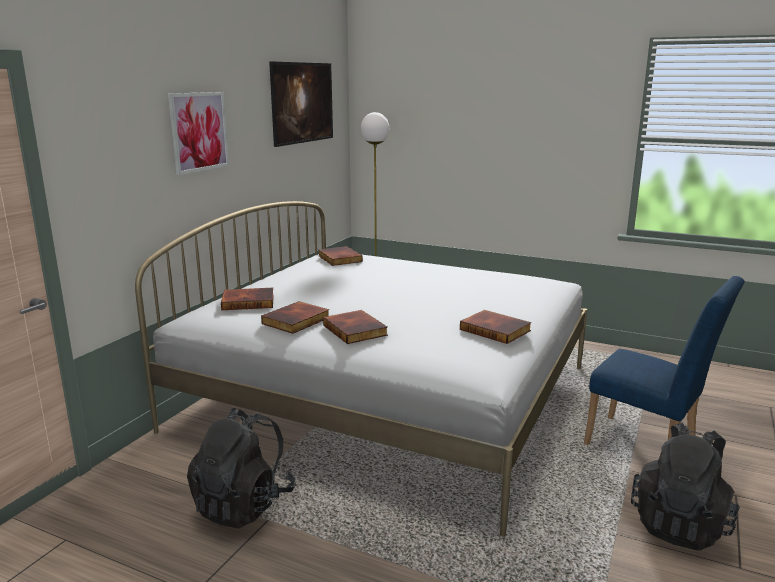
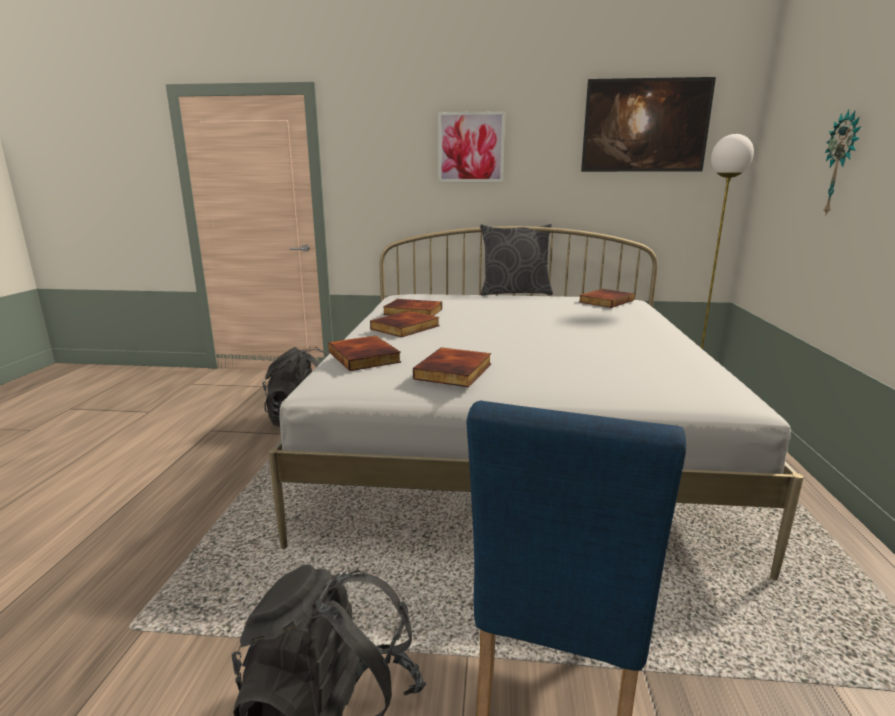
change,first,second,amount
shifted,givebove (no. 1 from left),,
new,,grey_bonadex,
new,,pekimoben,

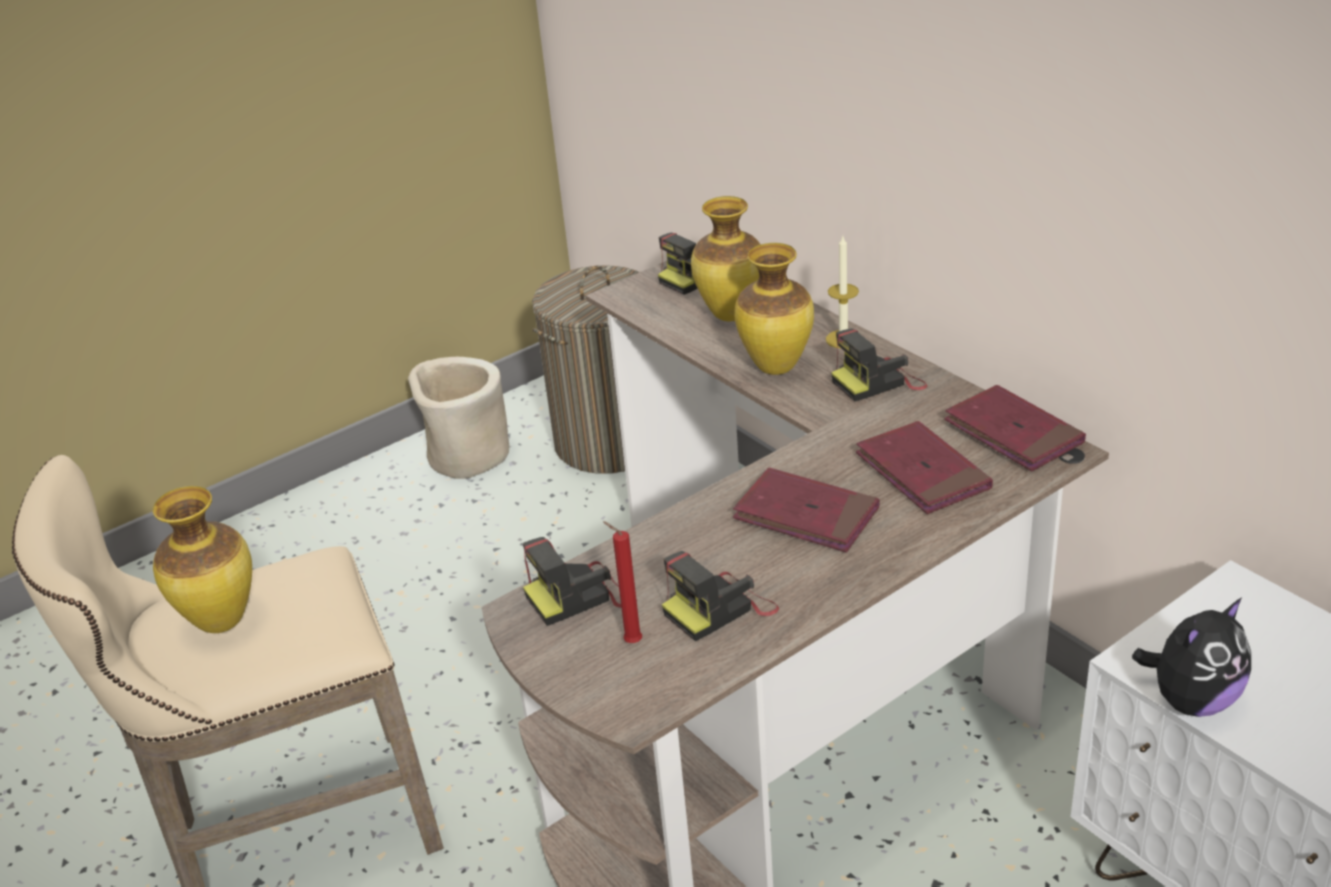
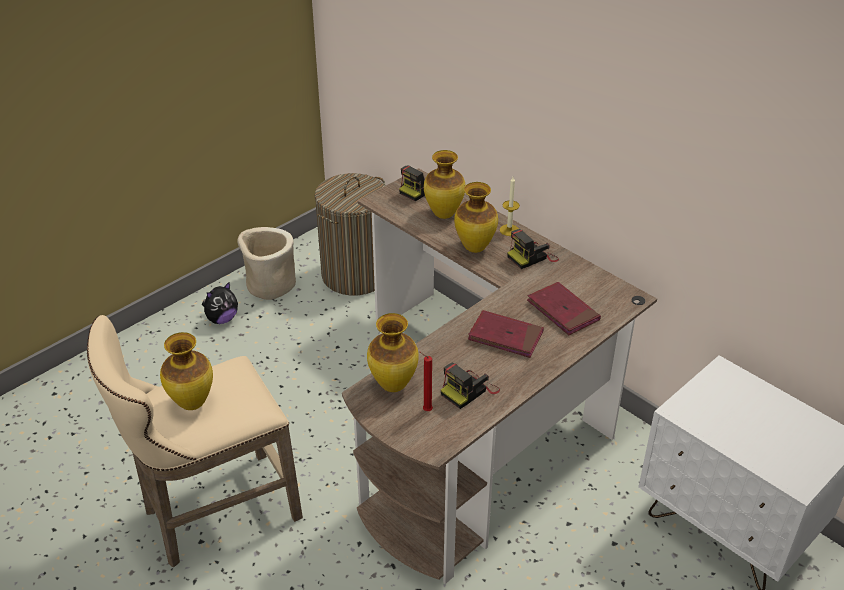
change,first,second,amount
shifted,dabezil,,
swapped,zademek (no. 1 from left),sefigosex (no. 2 from left),
gone,red_givebove (no. 3 from left),,

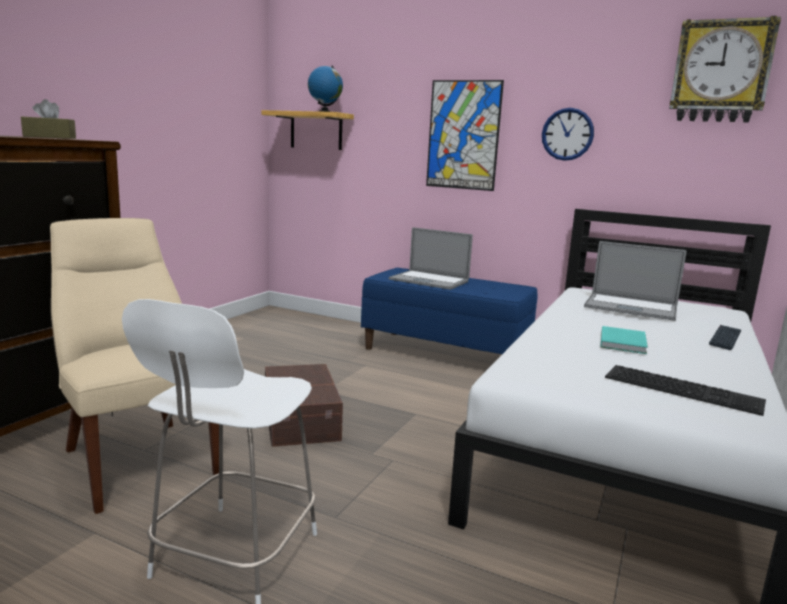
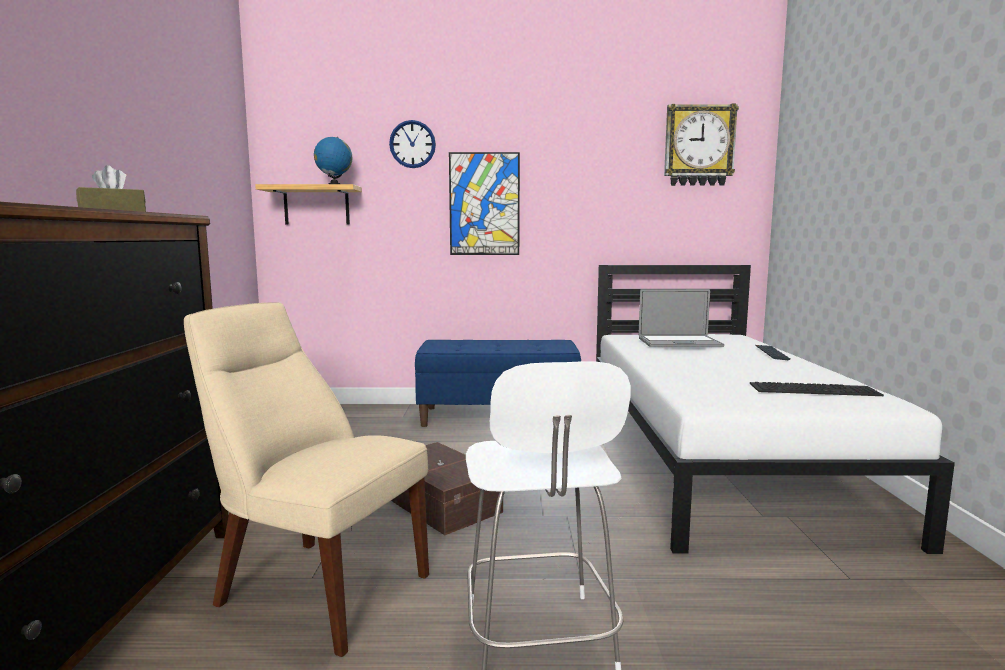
change,first,second,amount
shifted,pekimoben (no. 1 from left),,
gone,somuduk (no. 1 from left),,
gone,turquoise_givebove,,

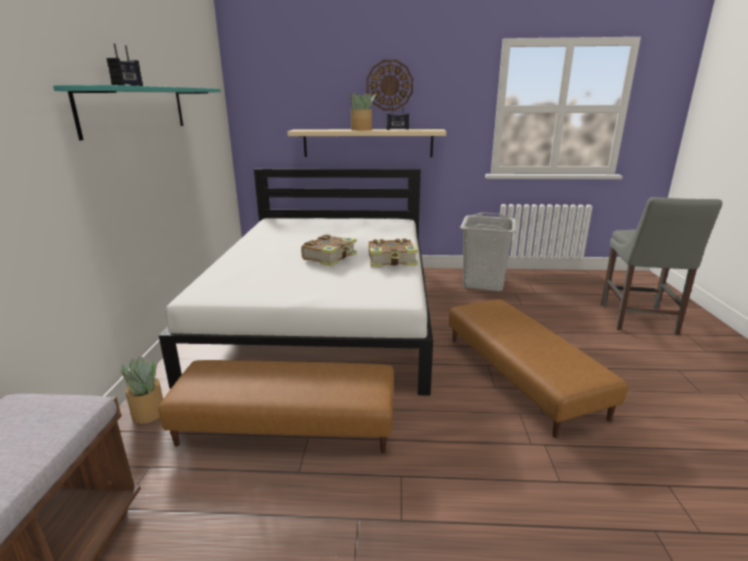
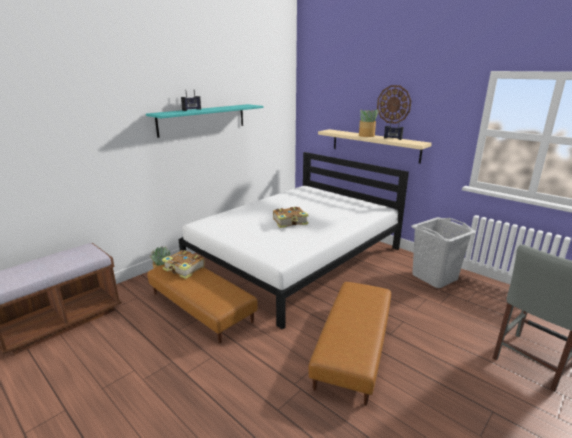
change,first,second,amount
shifted,givebove (no. 2 from left in the first image),givebove (no. 1 from left),

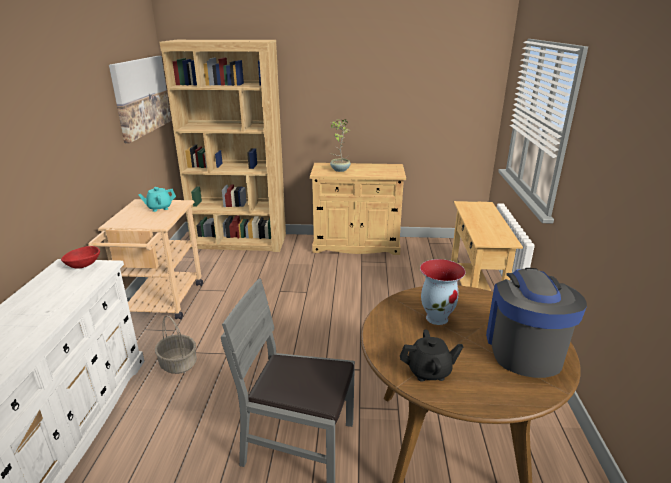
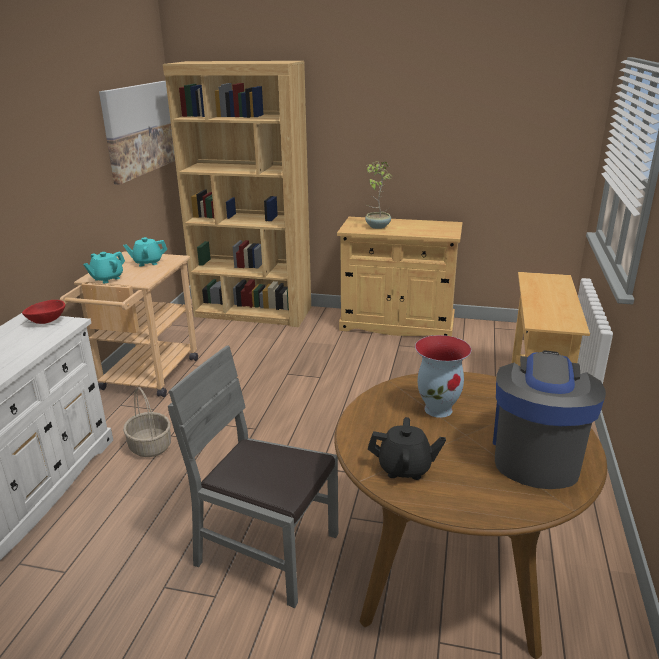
change,first,second,amount
new,,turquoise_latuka (no. 1 from left),

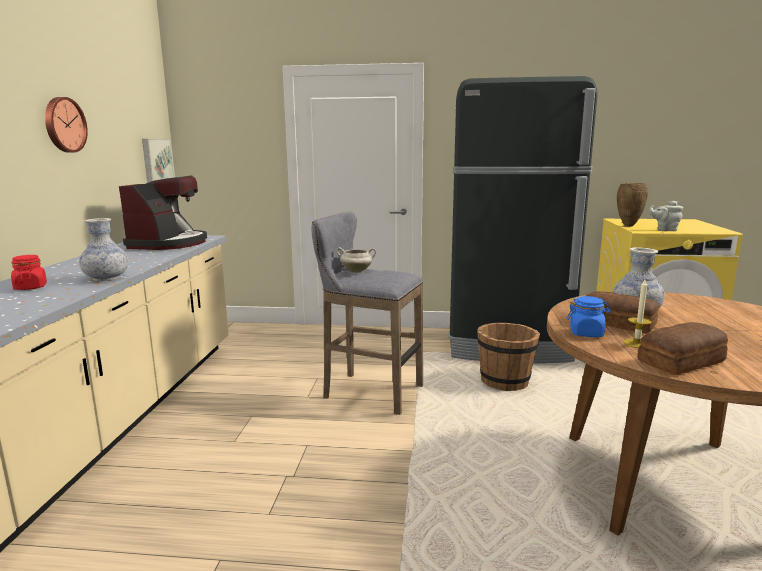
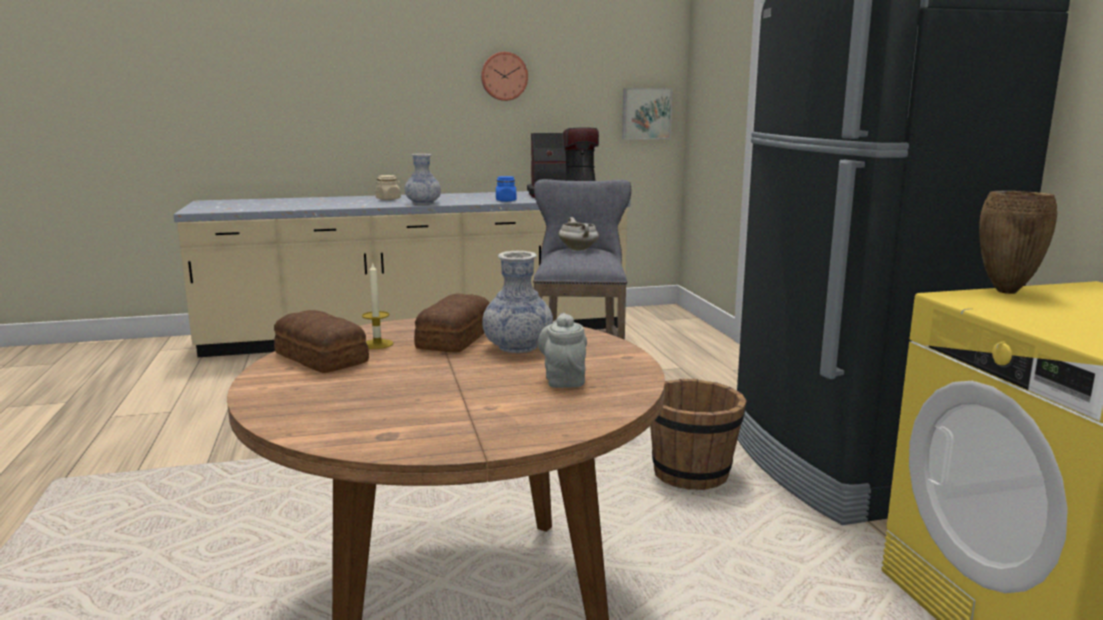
change,first,second,amount
repainted,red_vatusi,beige_vatusi,
shifted,blue_vatusi,,
shifted,grey_latuka,,

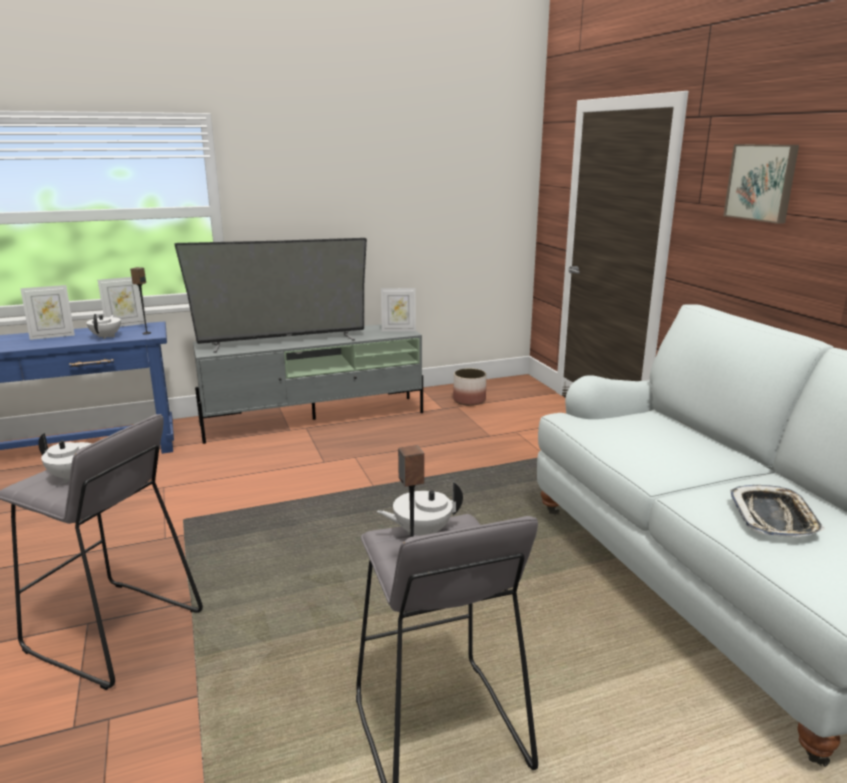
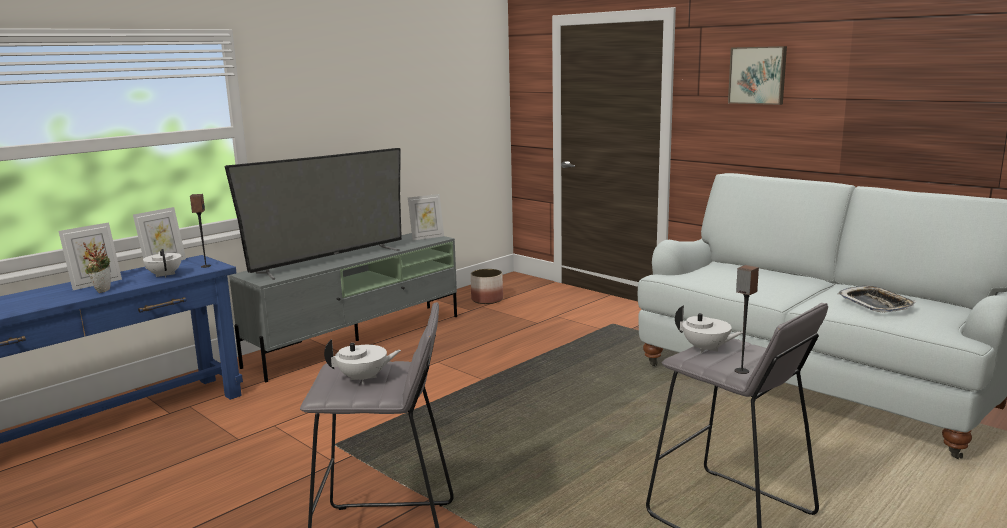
change,first,second,amount
new,,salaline,
rotated,white_latuka (no. 3 from left),,105 degrees counterclockwise

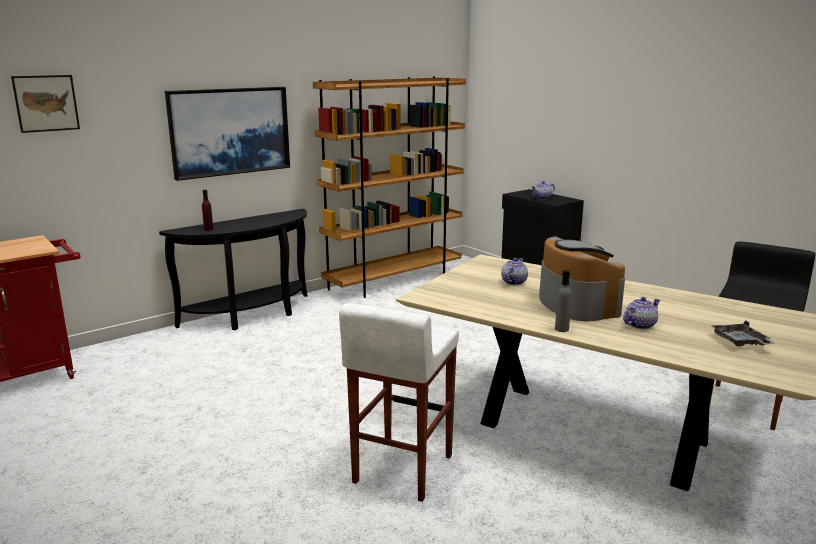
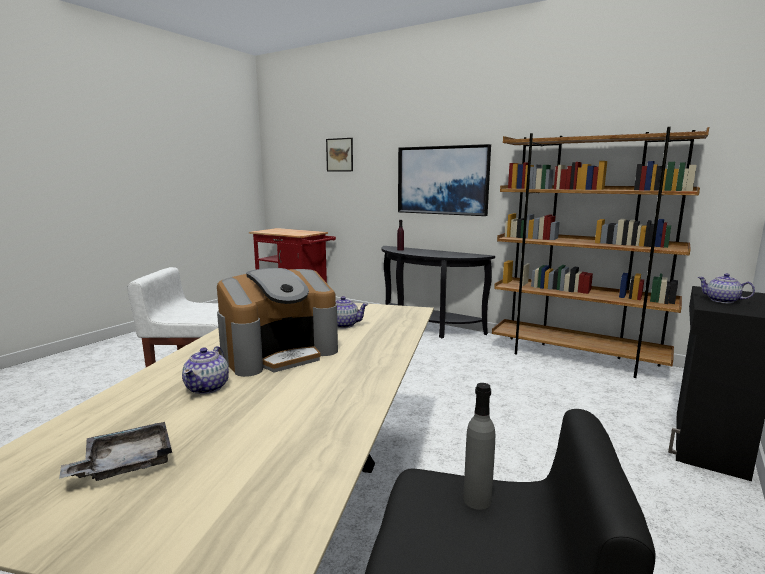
change,first,second,amount
rotated,latuka (no. 3 from left in the first image),latuka (no. 1 from left),60 degrees clockwise
shifted,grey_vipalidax,,

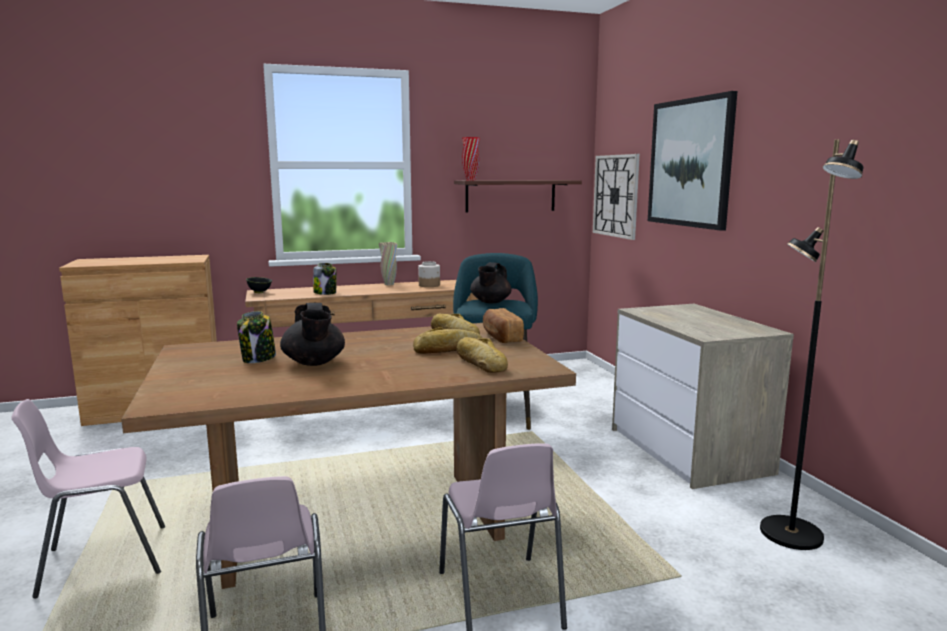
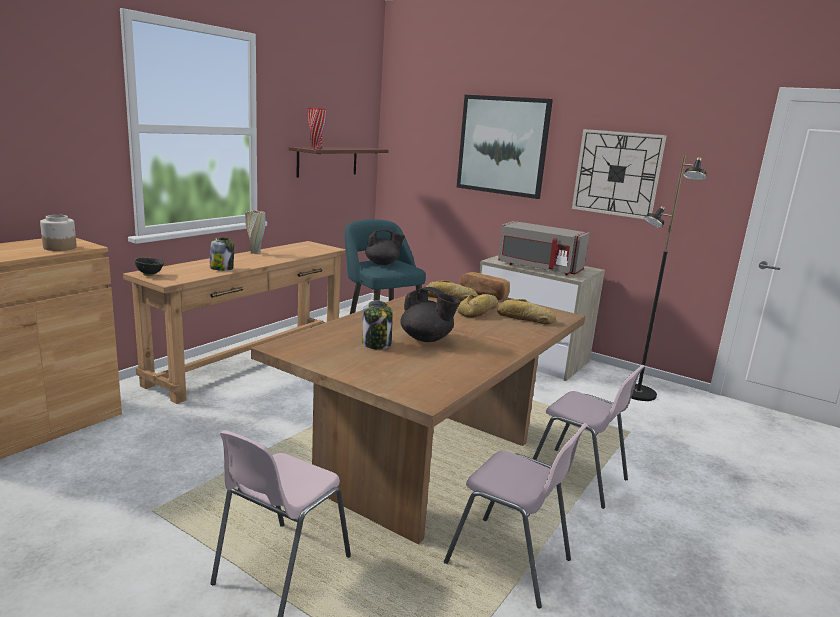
change,first,second,amount
shifted,vatusi (no. 3 from left in the first image),vatusi (no. 1 from left),
rotated,black_latuka (no. 2 from left in the first image),black_latuka (no. 1 from left),75 degrees counterclockwise
new,,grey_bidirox,
shifted,pekimoben,,

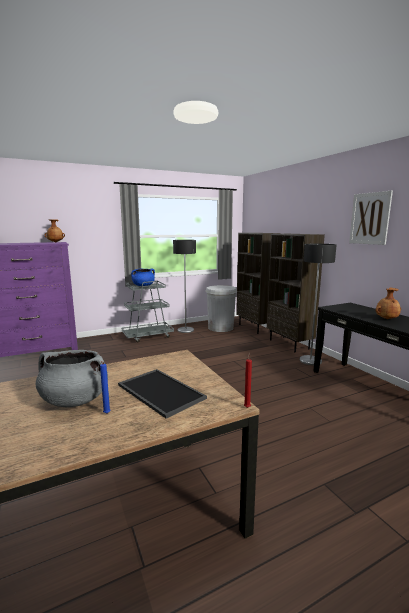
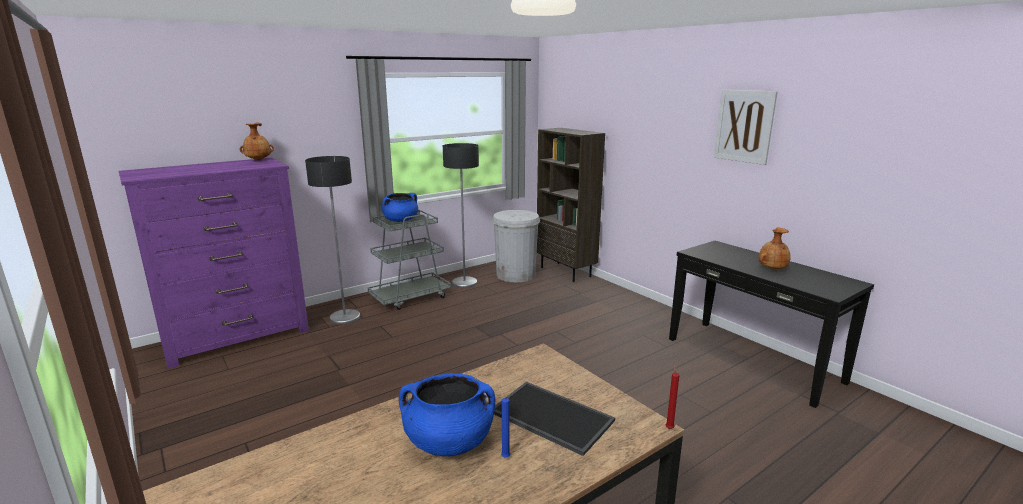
change,first,second,amount
shifted,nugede (no. 2 from left in the first image),nugede (no. 1 from left),
repainted,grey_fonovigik,blue_fonovigik (no. 2 from left),
gone,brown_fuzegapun (no. 2 from left),,

